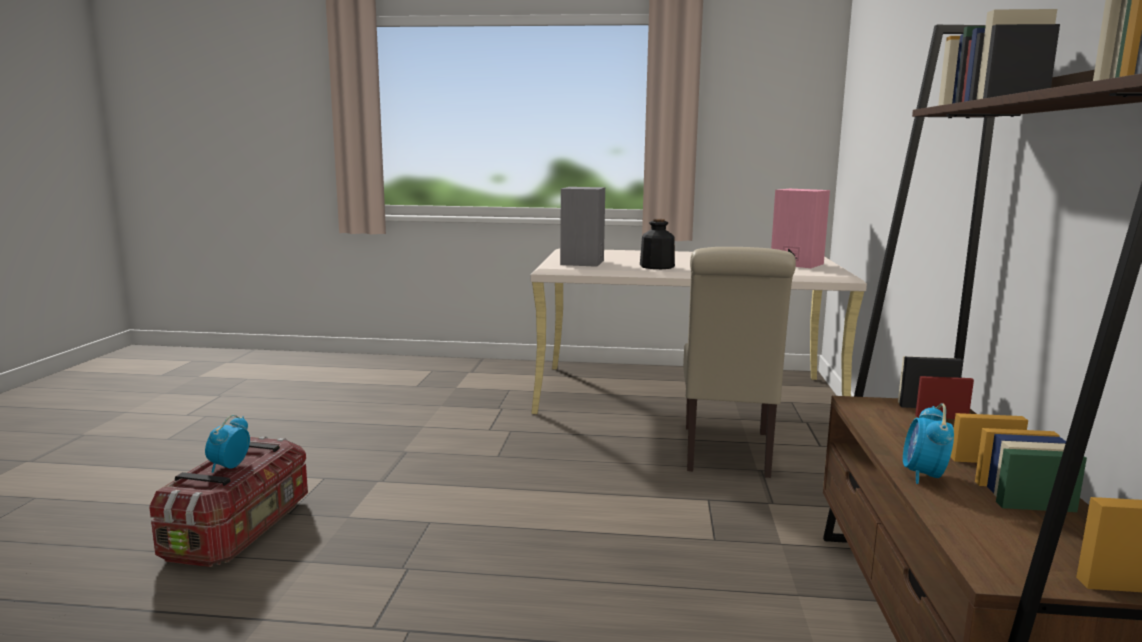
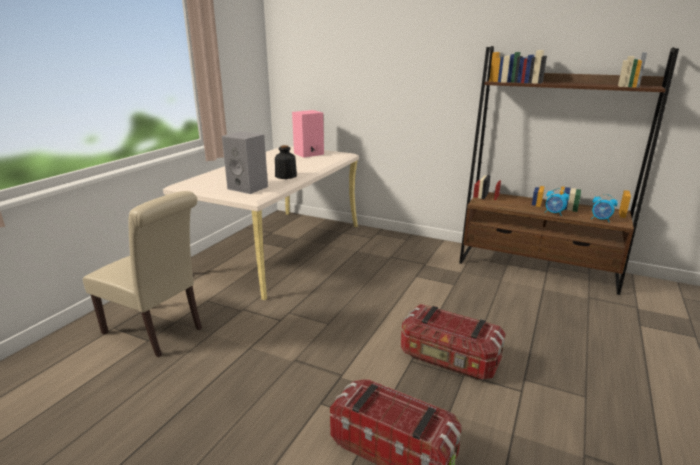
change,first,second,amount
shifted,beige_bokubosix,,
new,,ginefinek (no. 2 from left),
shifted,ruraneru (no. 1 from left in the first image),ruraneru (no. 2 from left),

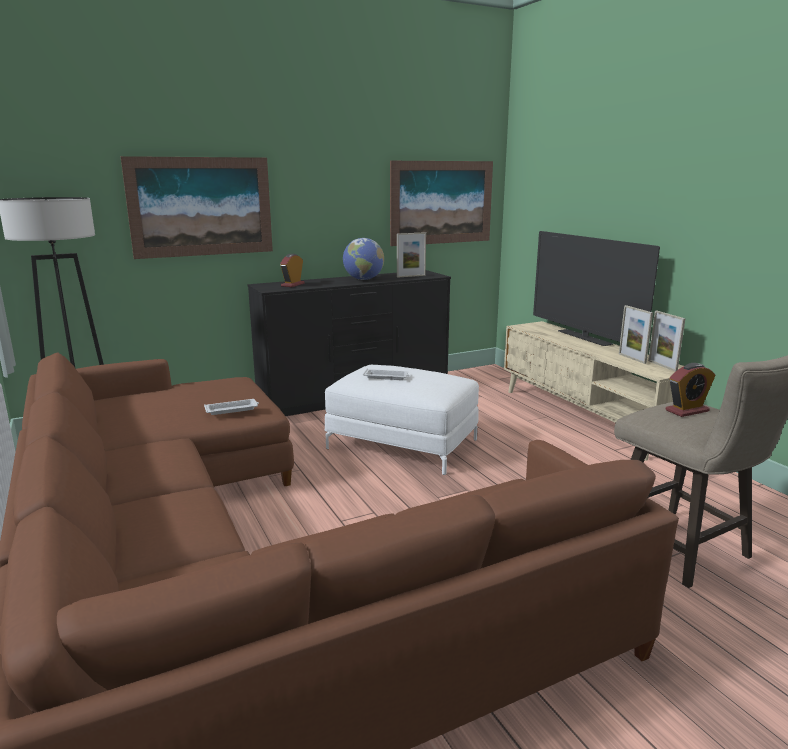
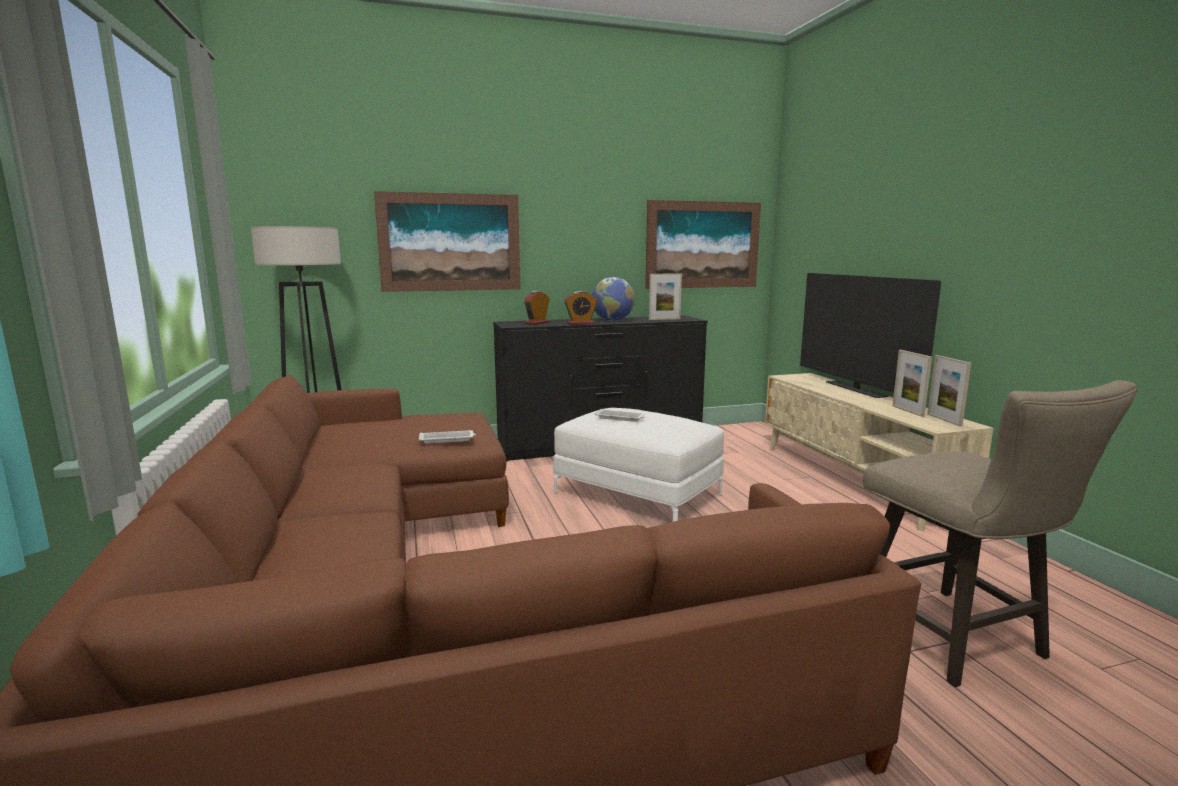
change,first,second,amount
shifted,ruraneru (no. 2 from left),,

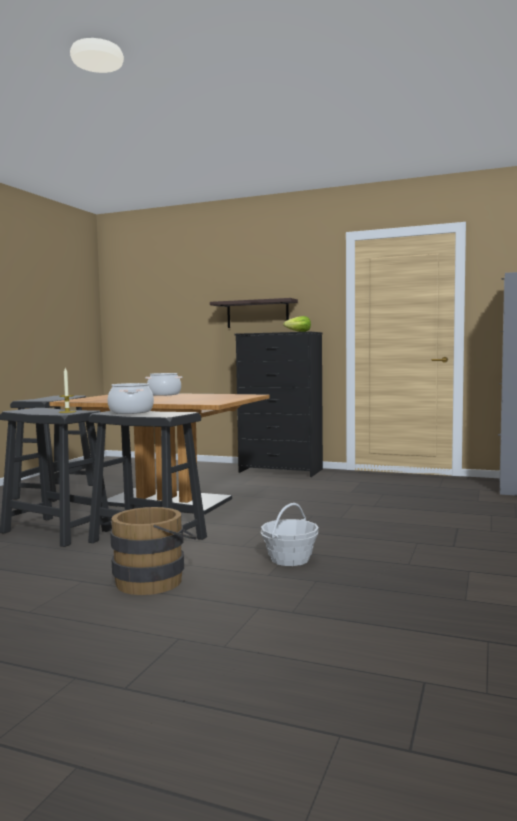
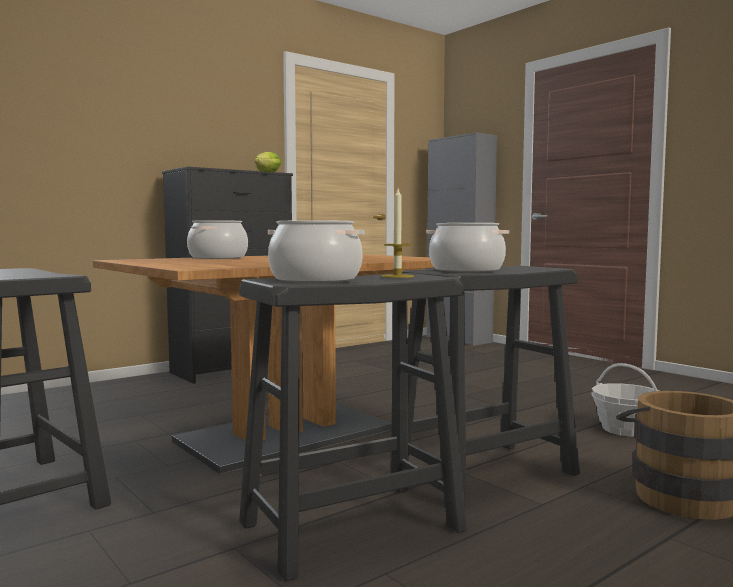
change,first,second,amount
new,,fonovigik (no. 2 from left),
gone,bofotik,,

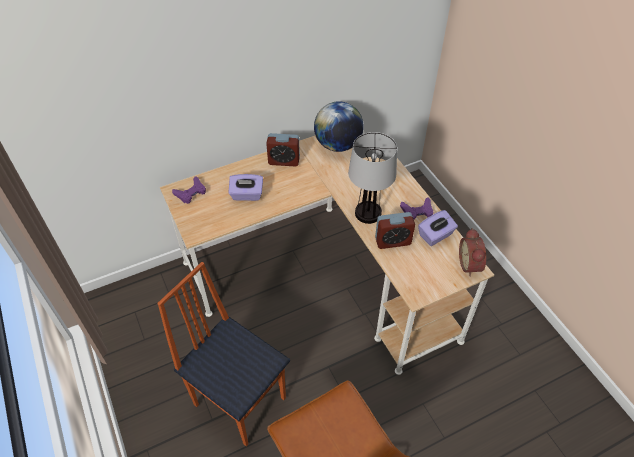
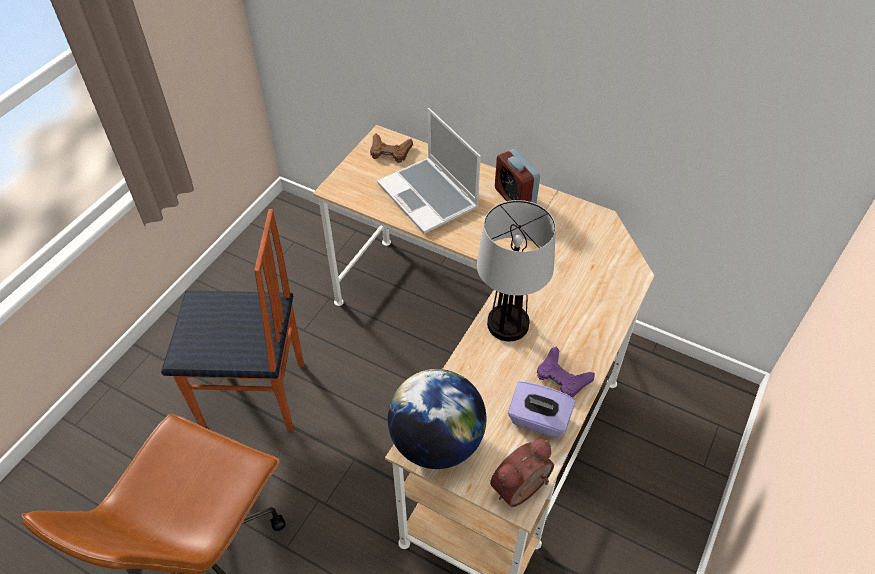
change,first,second,amount
rotated,bokubosix,,90 degrees clockwise
repainted,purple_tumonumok (no. 1 from left),brown_tumonumok,
swapped,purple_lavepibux (no. 1 from left),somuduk,
shifted,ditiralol,,
gone,ruraneru (no. 2 from left),,

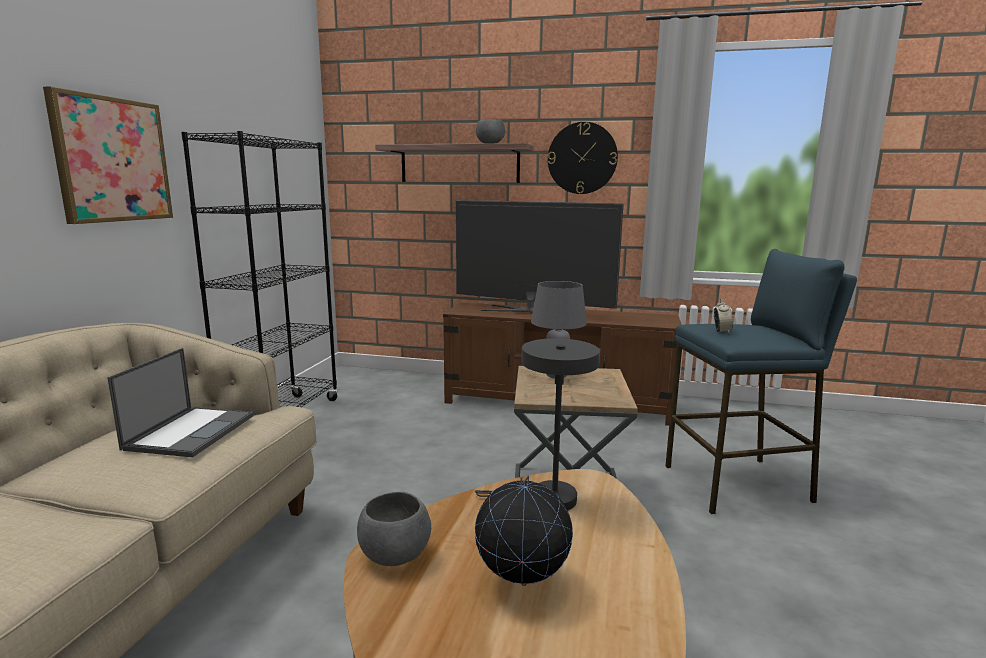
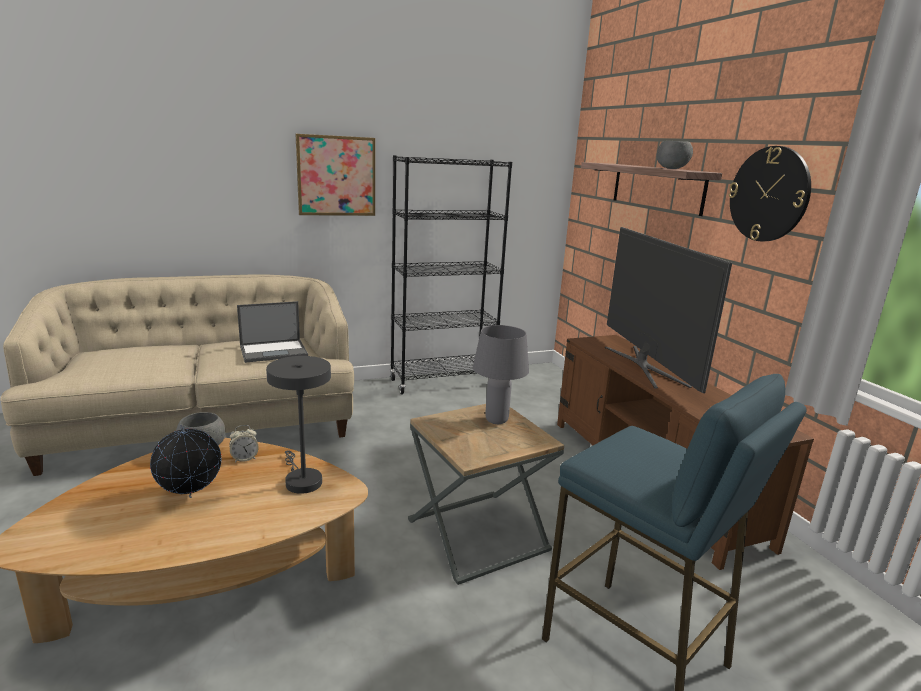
change,first,second,amount
shifted,ruraneru,,

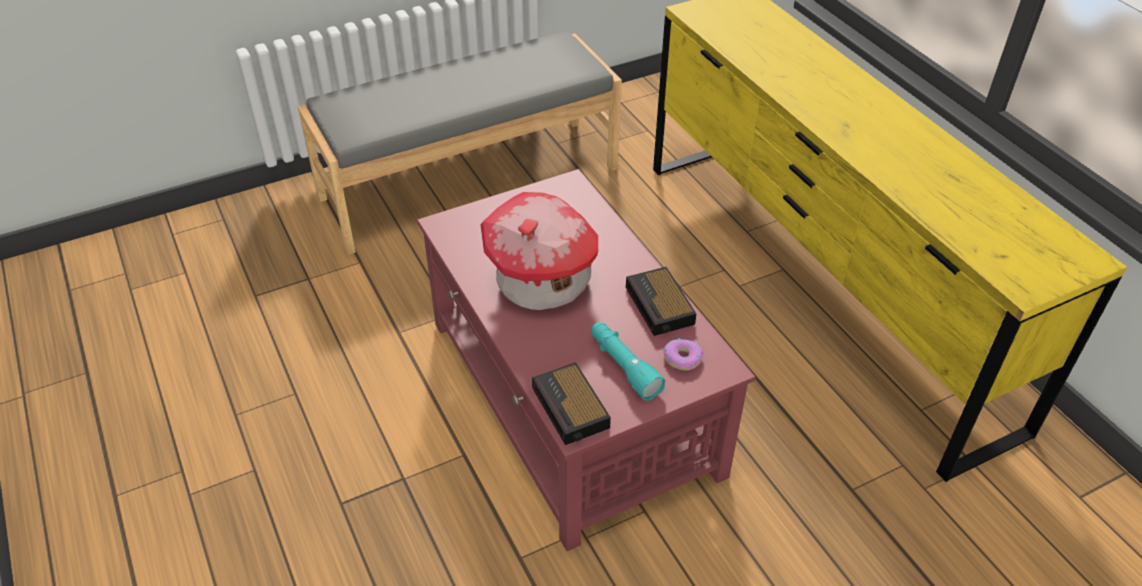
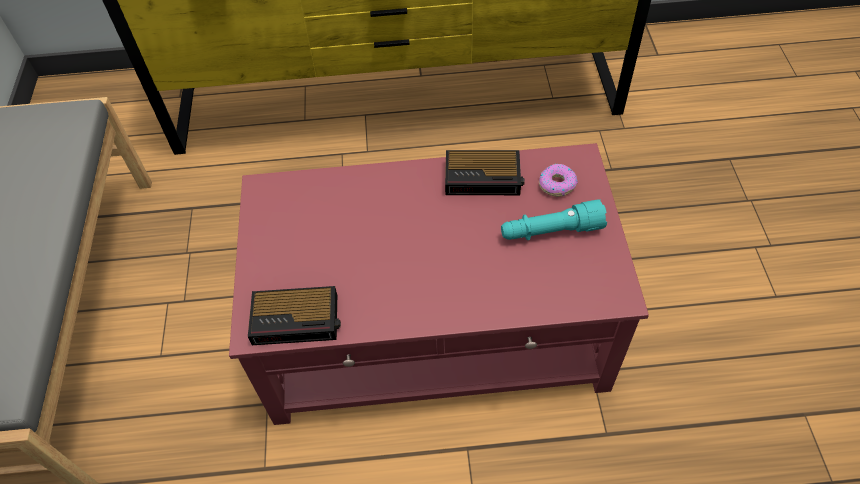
change,first,second,amount
shifted,ruraneru (no. 1 from left),,
gone,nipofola,,

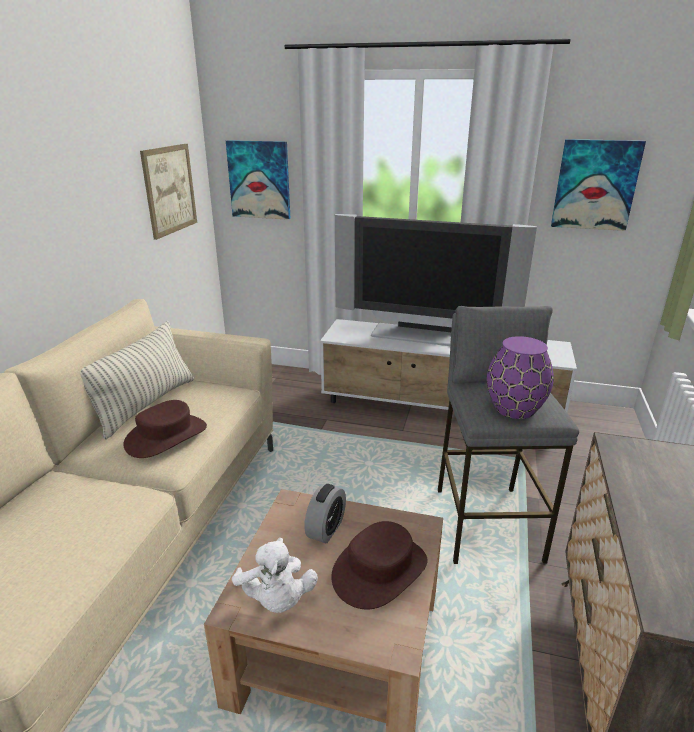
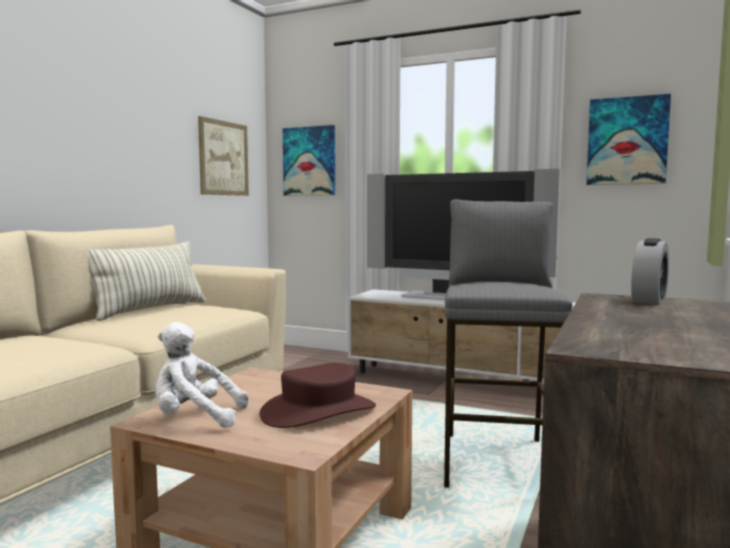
change,first,second,amount
rotated,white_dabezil,,105 degrees clockwise
shifted,ruraneru,,
gone,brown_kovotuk (no. 1 from left),,
gone,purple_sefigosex,,

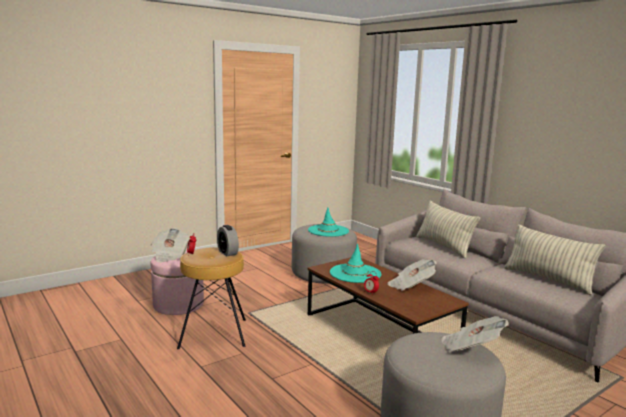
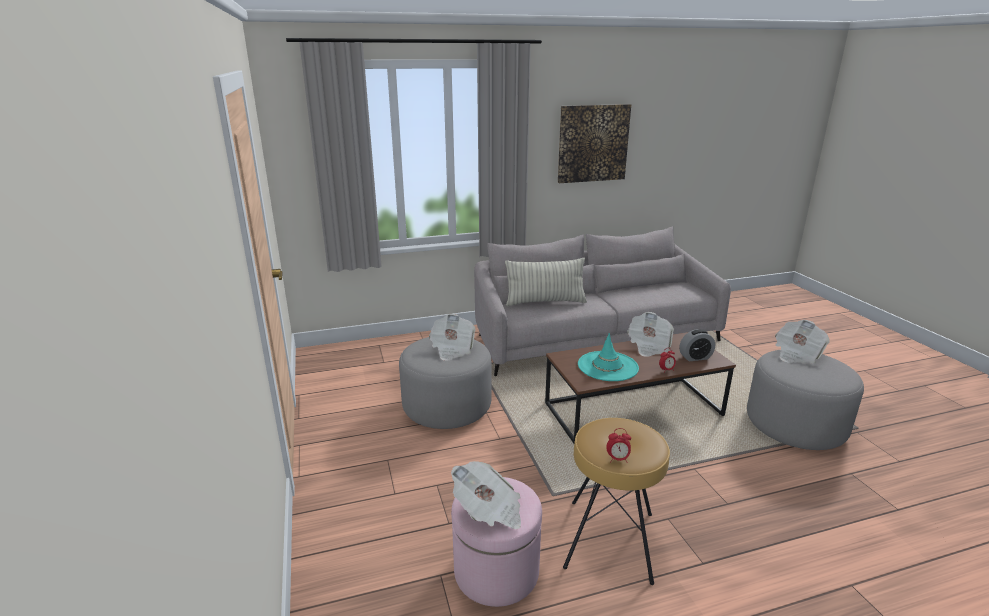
change,first,second,amount
swapped,turquoise_kovotuk (no. 1 from left),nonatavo (no. 1 from left),
new,,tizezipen,
shifted,ruraneru (no. 2 from left in the first image),ruraneru (no. 3 from left),
gone,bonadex (no. 2 from left),,

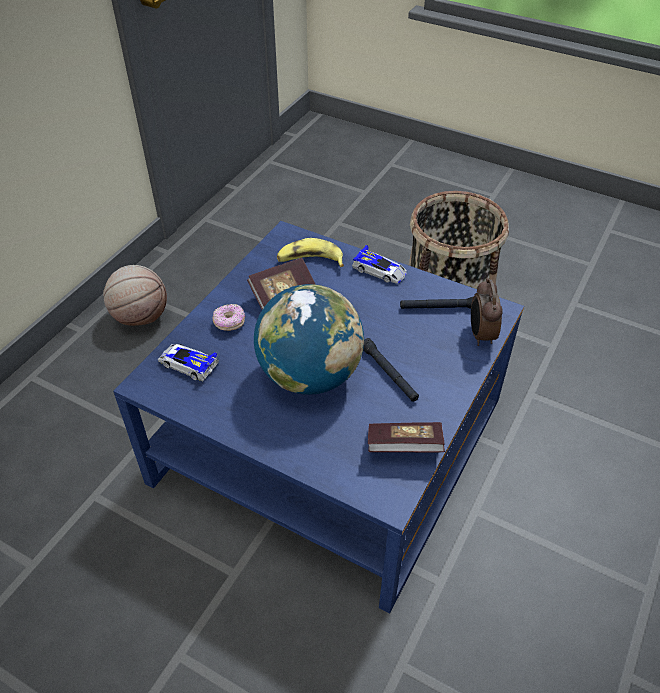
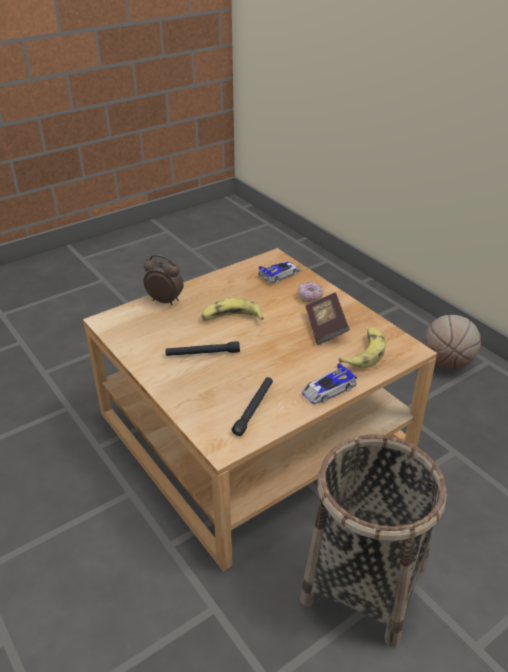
change,first,second,amount
repainted,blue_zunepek,beige_zunepek,
shifted,ruraneru,,
swapped,ditiralol,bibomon (no. 1 from left),
gone,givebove (no. 2 from left),,

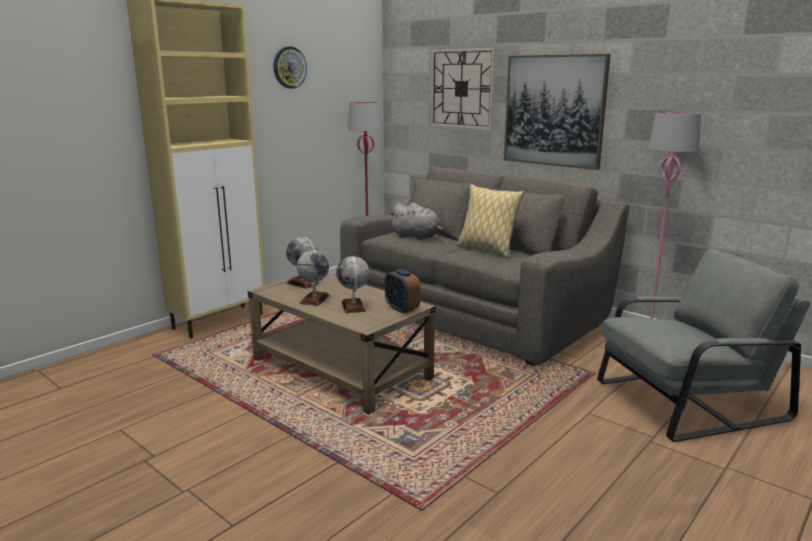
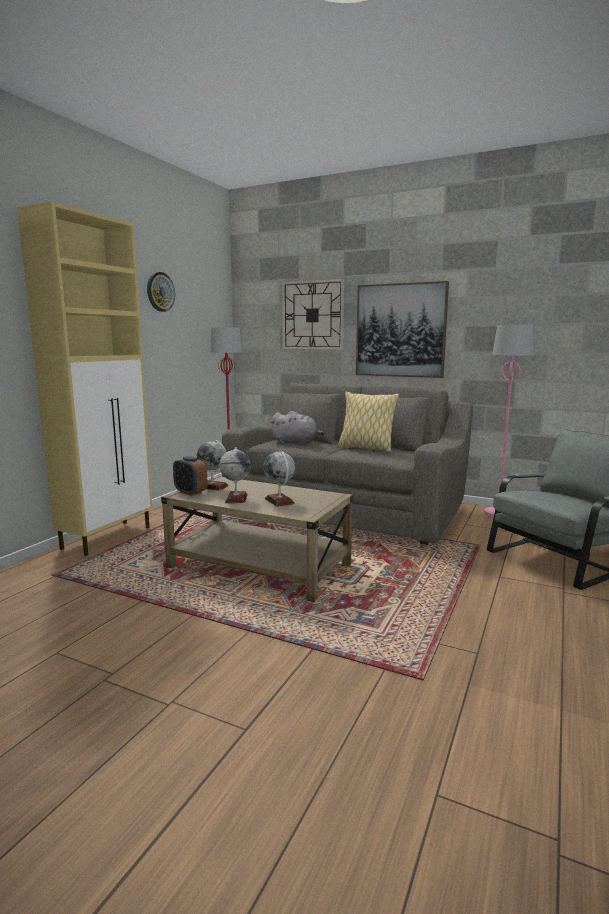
change,first,second,amount
shifted,ruraneru,,

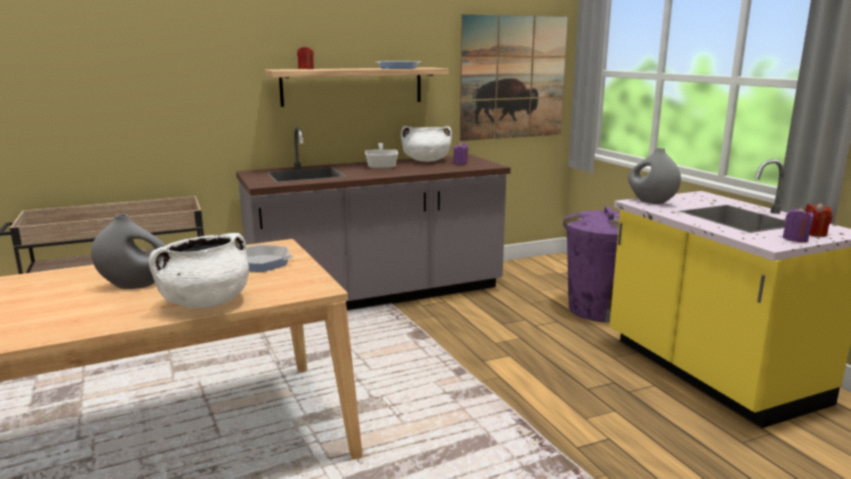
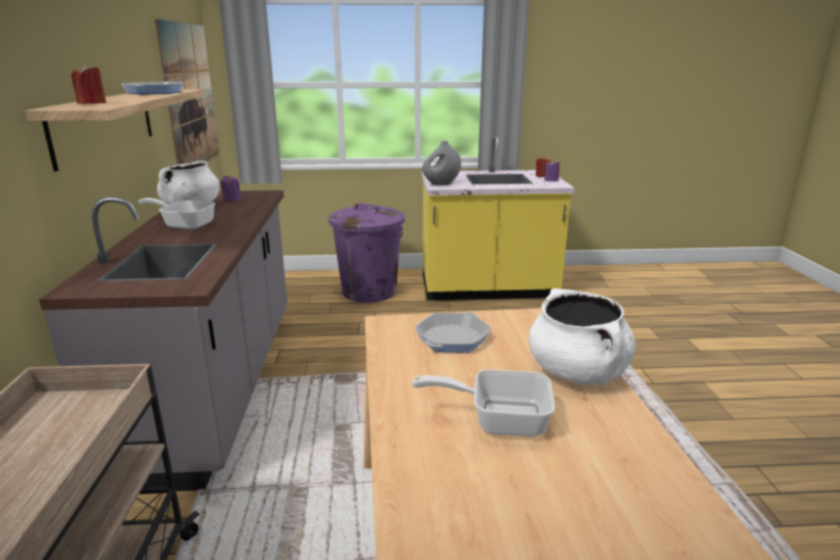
change,first,second,amount
swapped,grey_sefigosex (no. 1 from left),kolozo (no. 4 from left),

